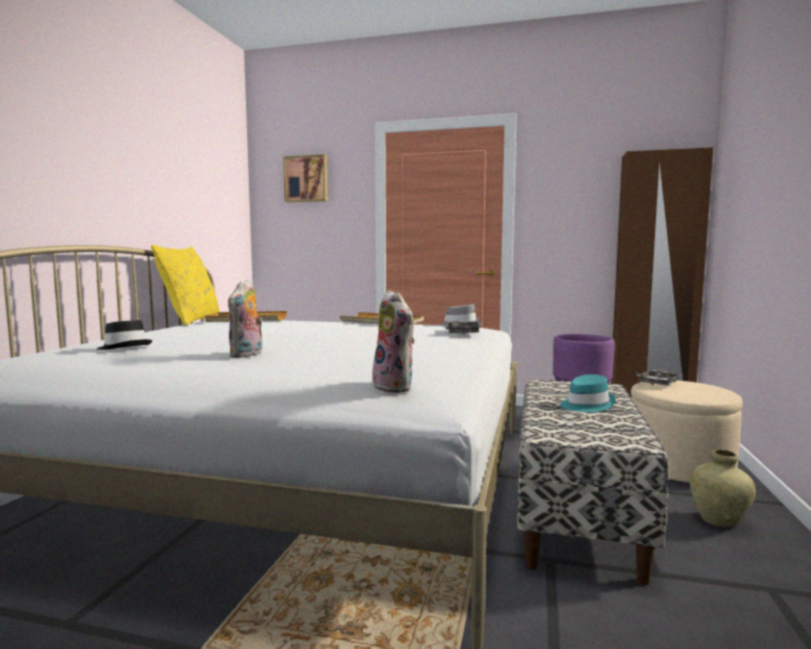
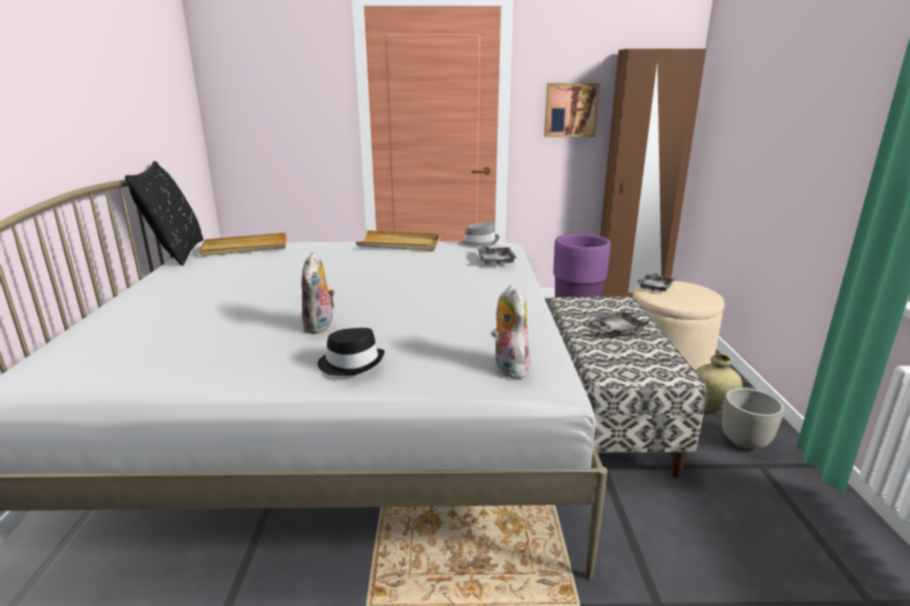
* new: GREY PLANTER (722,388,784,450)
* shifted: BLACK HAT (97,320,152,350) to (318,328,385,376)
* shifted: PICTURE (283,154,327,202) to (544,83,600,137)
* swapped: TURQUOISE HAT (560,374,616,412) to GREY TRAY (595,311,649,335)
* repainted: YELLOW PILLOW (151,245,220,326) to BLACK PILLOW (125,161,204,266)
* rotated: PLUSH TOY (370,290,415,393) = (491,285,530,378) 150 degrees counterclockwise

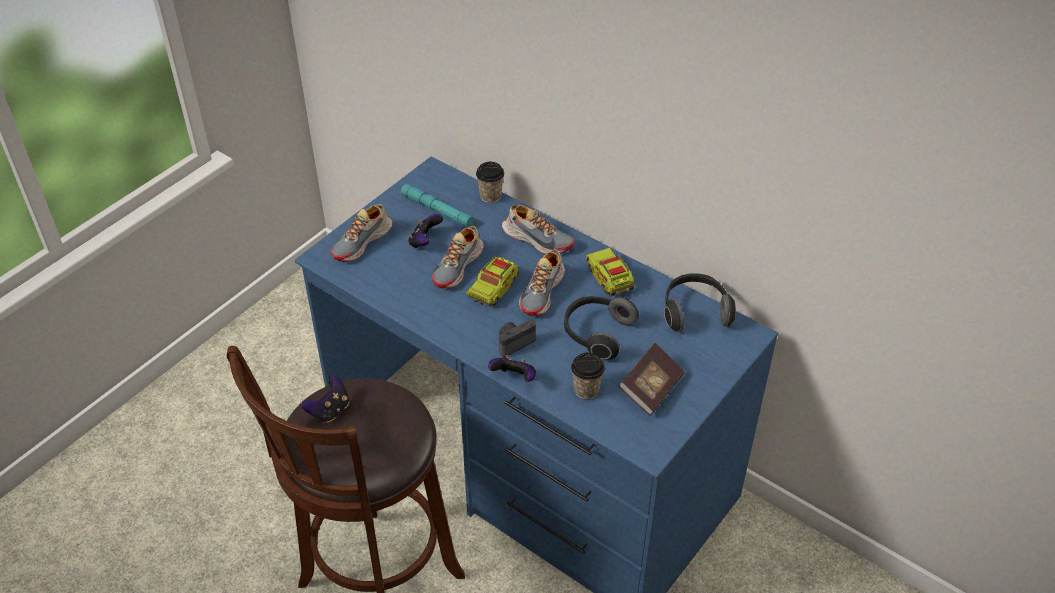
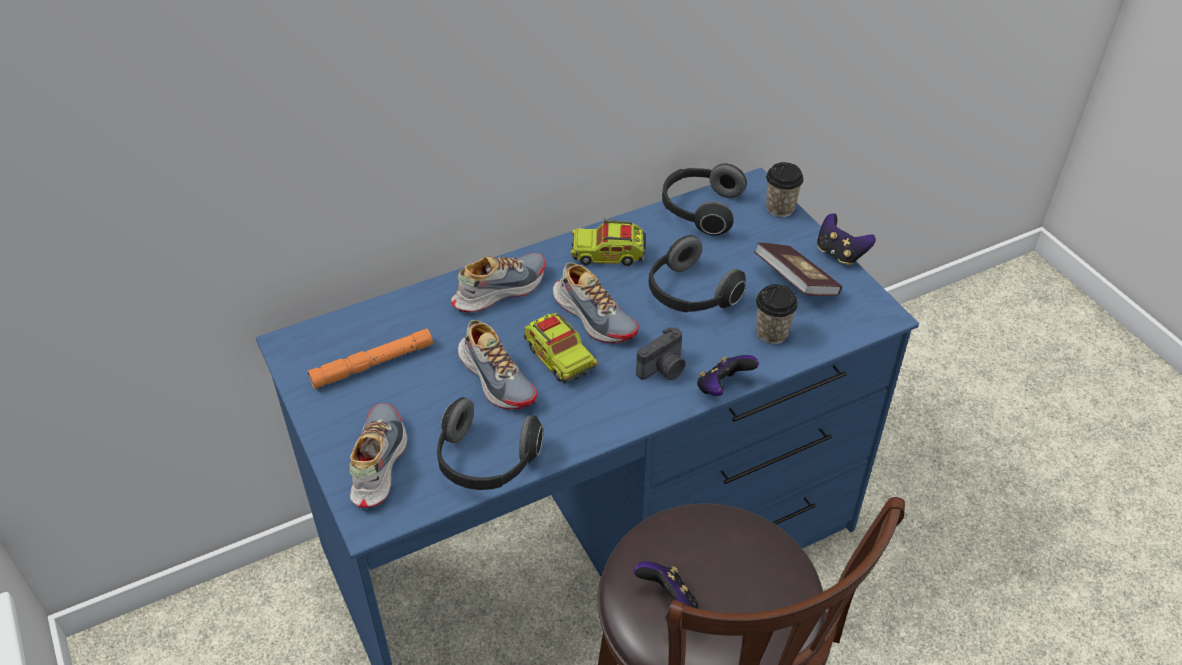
* new: HEADPHONES (437,397,543,490)
* shifted: GAME CONTROLLER (408,214,443,249) to (817,213,876,266)
* shifted: CUP (476,162,504,203) to (766,162,804,217)
* repainted: TURQUOISE FLASHLIGHT (401,183,473,228) to ORANGE FLASHLIGHT (307,328,433,389)
* rotated: SHOE (331,204,392,262) = (349,403,407,508) 150 degrees counterclockwise
* rotated: PHOTO CAMERA (499,320,536,357) = (636,327,686,380) 120 degrees counterclockwise

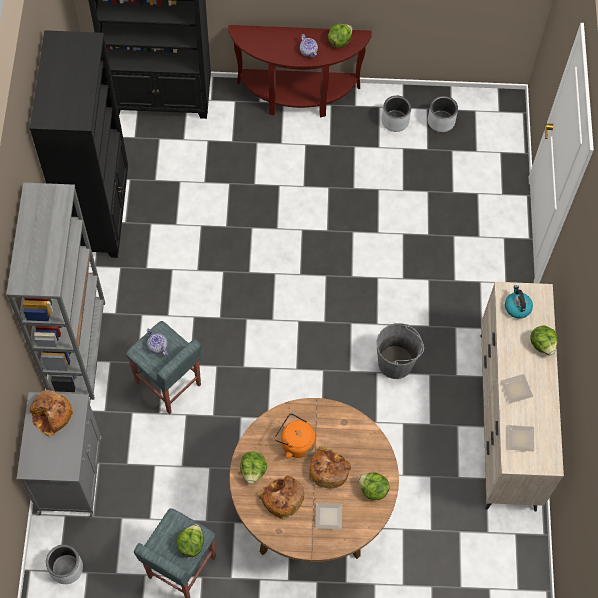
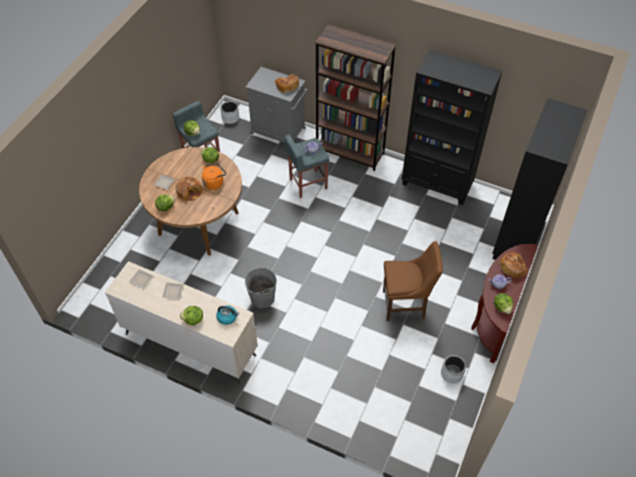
* gone: GREY PLANTER (428,96,458,132)
* new: BROWN CHAIR (383,241,443,321)
* shifted: BREAD (258,476,304,520) to (499,252,527,278)
* repainted: GREY BOOKCASE (6,182,105,400) to BROWN BOOKCASE (315,24,396,171)

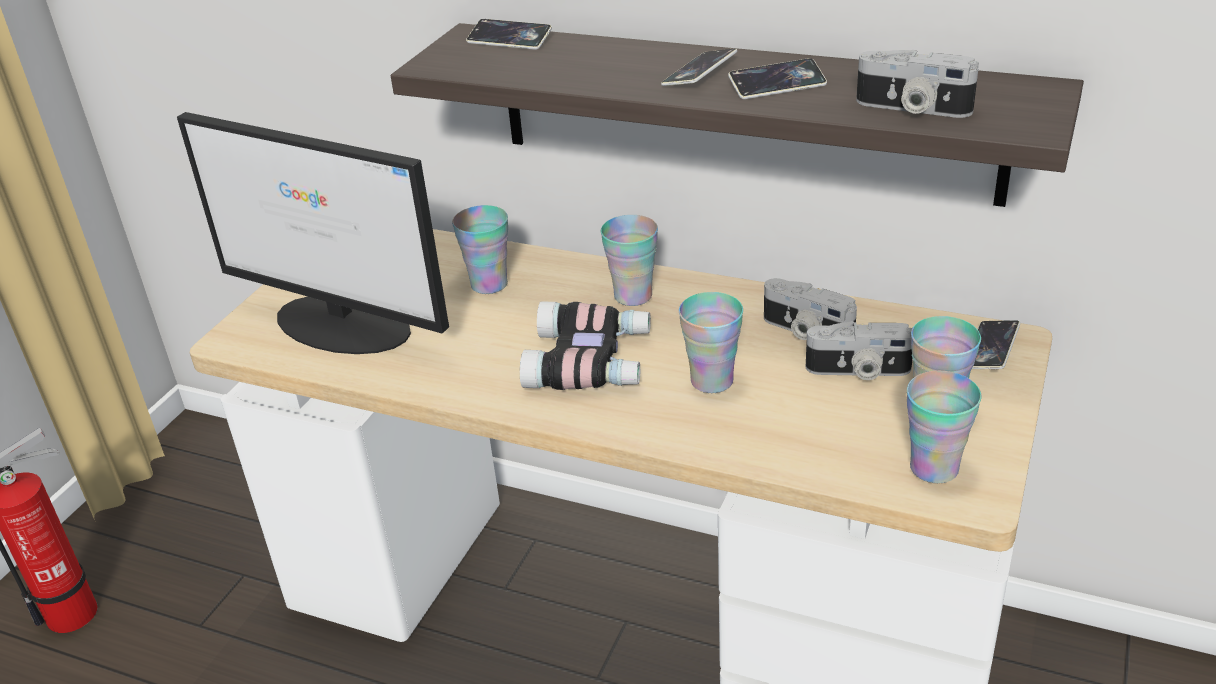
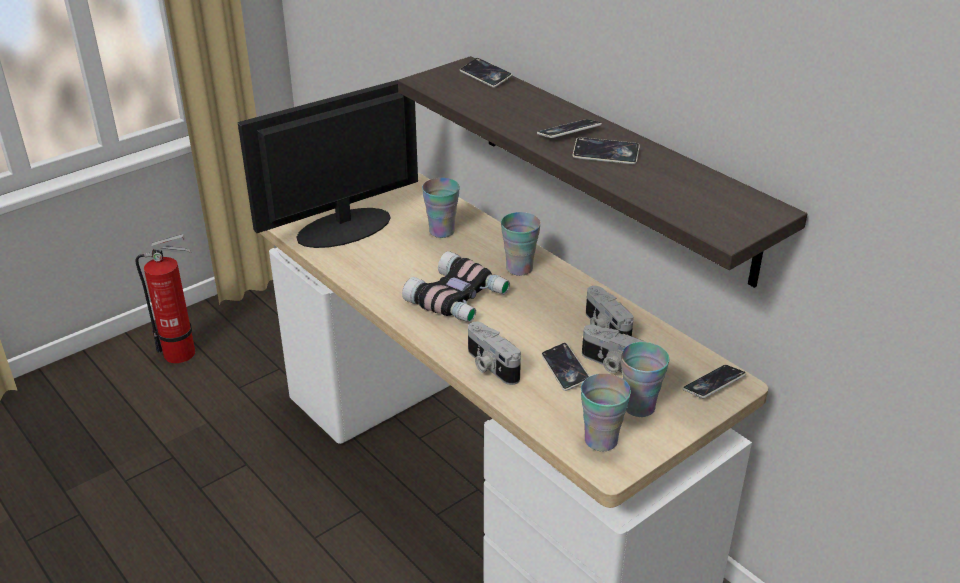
* gone: CUP (679,292,743,393)
* new: PHONE (541,343,589,391)
* shifted: PHOTO CAMERA (856,50,979,118) to (468,322,521,385)
* rotated: MONITOR (177,112,449,354) = (238,80,418,248) 90 degrees clockwise

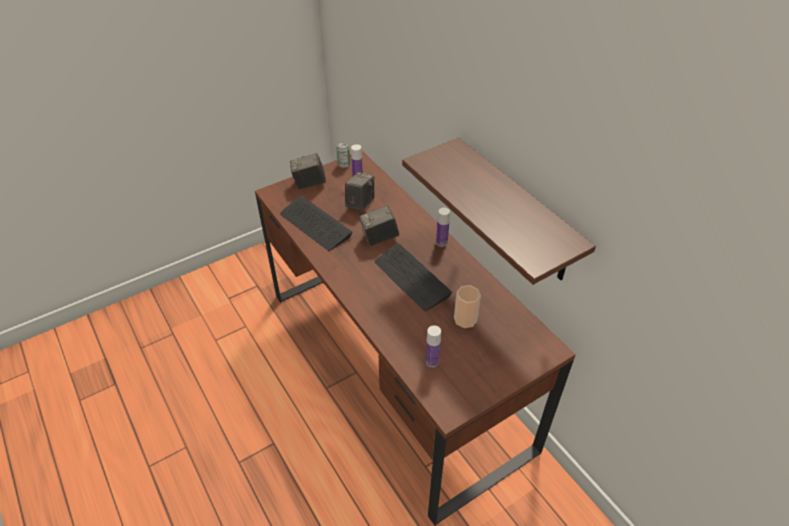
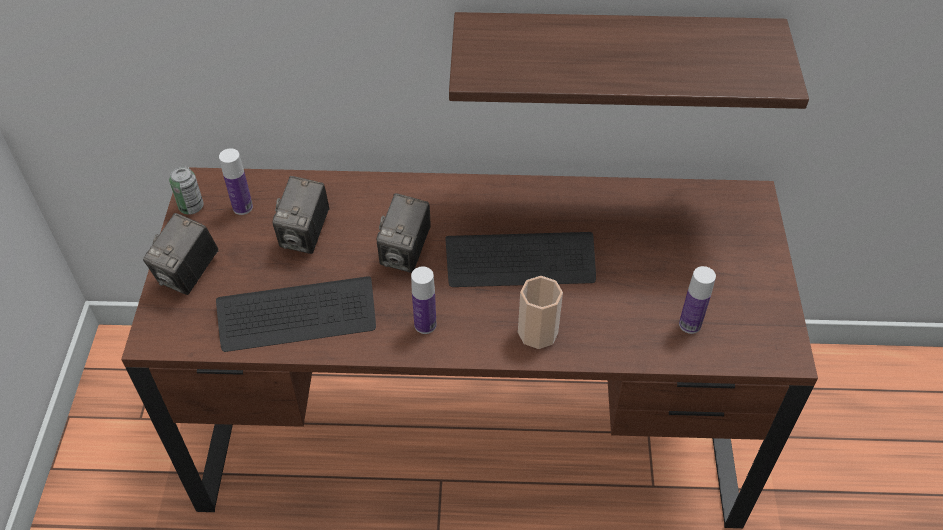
* shifted: BOTTLE (436,208,450,247) to (411,267,436,334)
* shifted: CUP (454,285,481,328) to (518,276,563,349)
* rotated: PHOTO CAMERA (345,172,374,211) = (273,176,329,254) 135 degrees counterclockwise

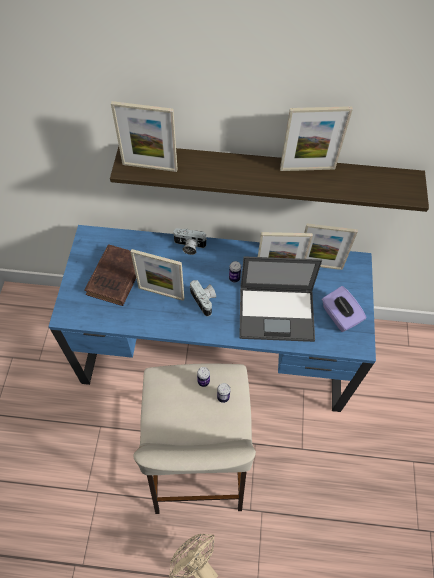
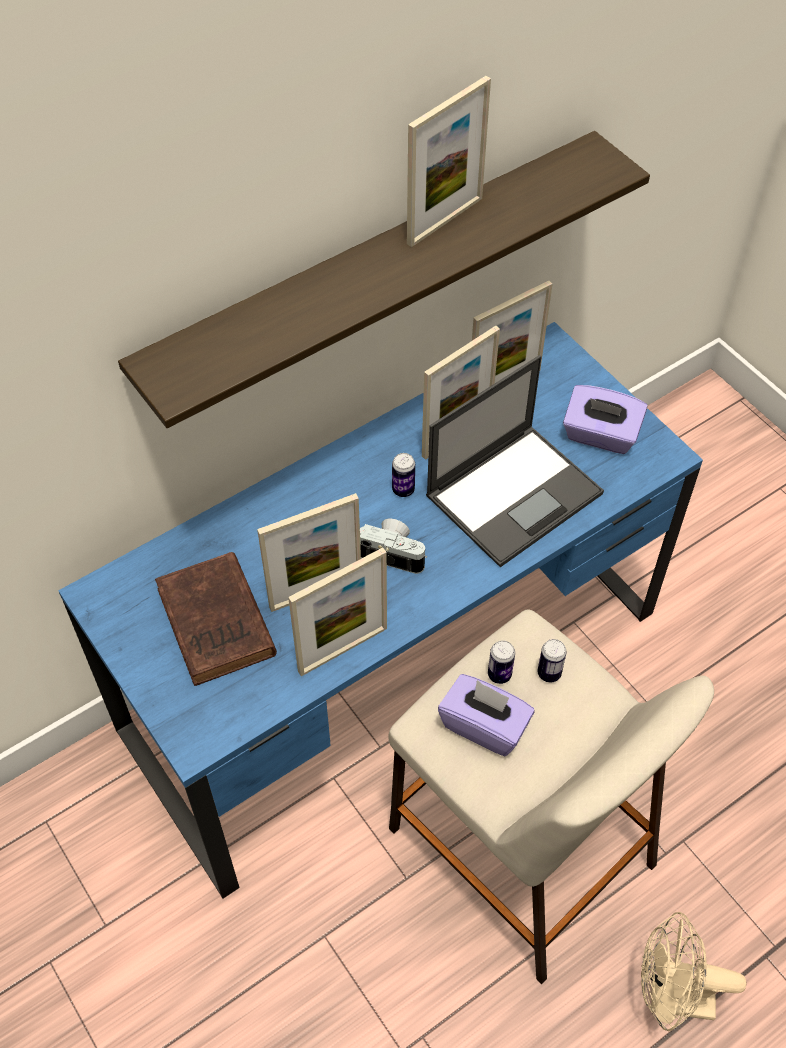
* gone: PHOTO CAMERA (173,228,207,255)
* new: PURPLE TISSUE BOX (438,674,535,756)
* shifted: PICTURE FRAME (111,101,178,172) to (288,547,387,676)

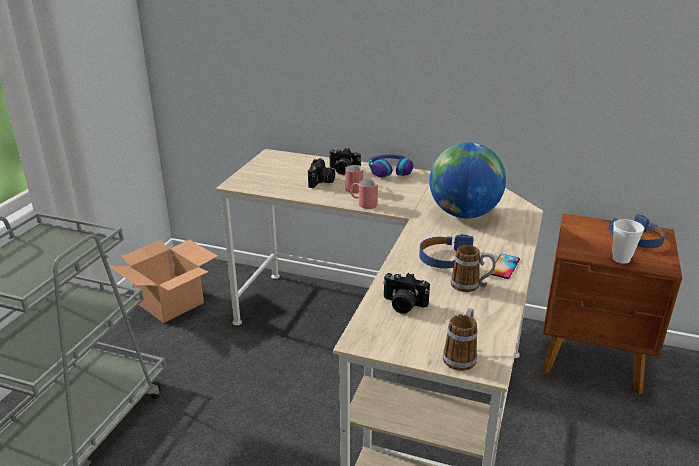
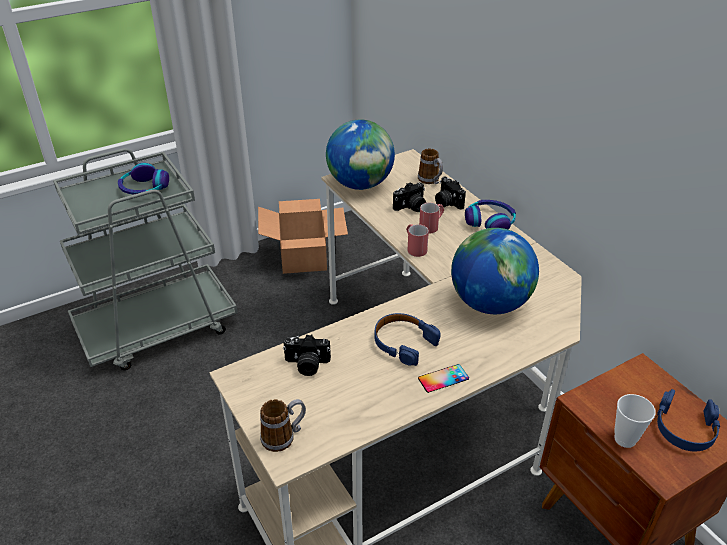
* new: HEADPHONES (118,163,169,195)
* new: GLOBE (326,119,395,190)
* shifted: MUG (451,245,496,292) to (418,148,443,184)
* rotated: PHOTO CAMERA (383,273,430,314) = (283,334,331,376) 60 degrees counterclockwise

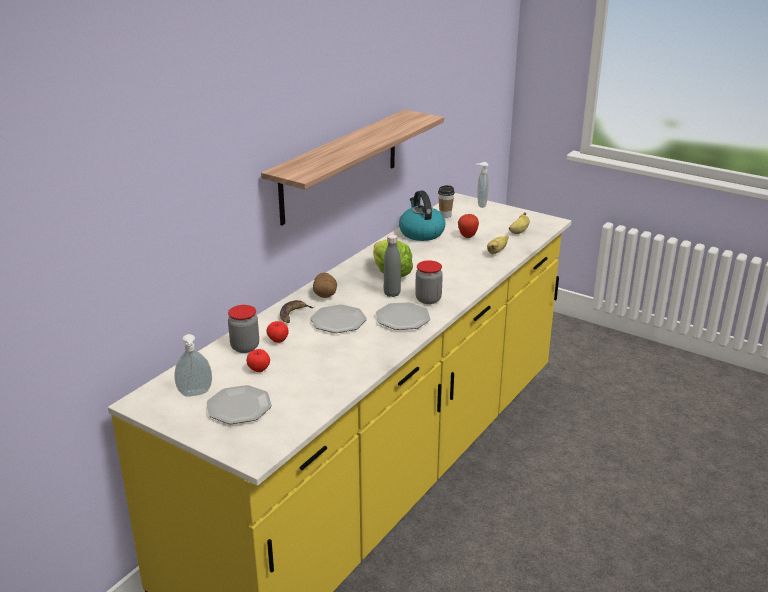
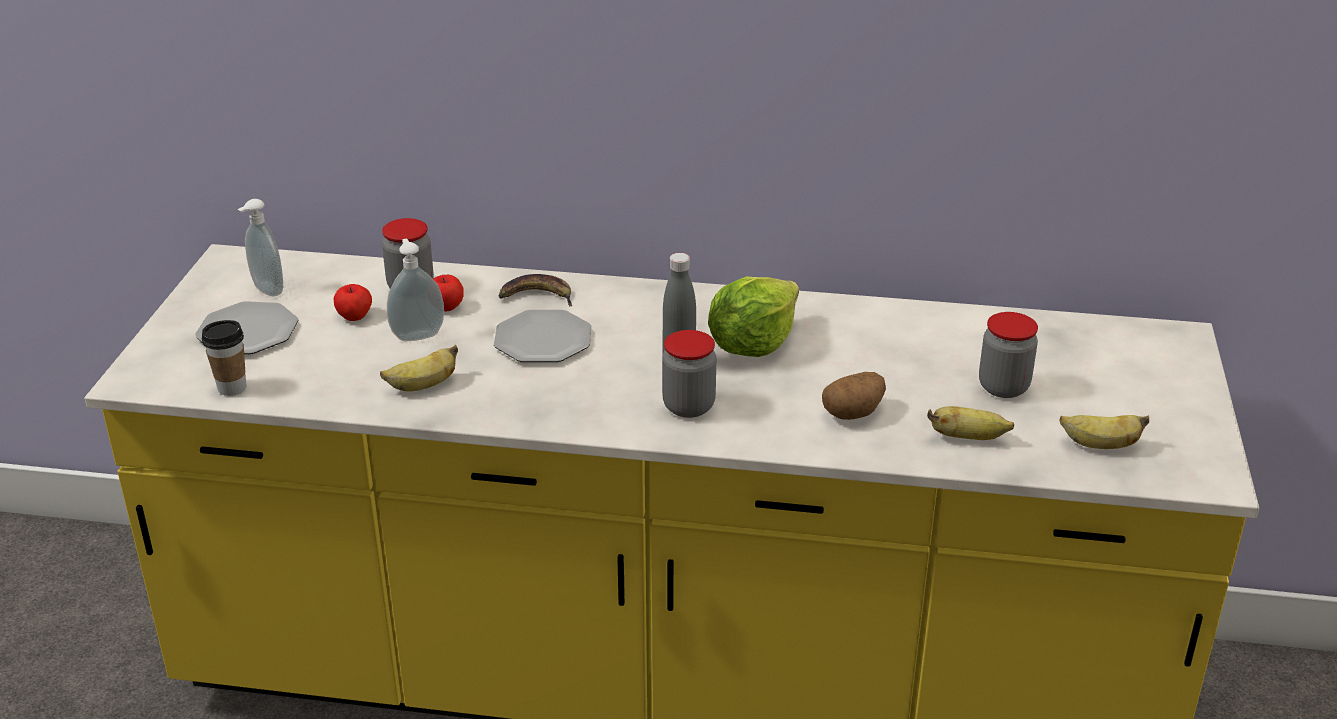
* gone: SHELF (261,110,444,226)
* gone: PLATE (376,302,430,330)
* gone: KETTLE (399,190,445,241)
* new: BANANA (380,345,458,391)
* shifted: POTATO (313,273,337,298) to (822,372,886,420)
* shifted: CUP (438,185,455,218) to (202,320,246,396)
* shifted: SOAP DISPENSER (476,162,489,208) to (387,239,444,341)
* swapped: APPLE (458,214,479,238) to JAR (979,312,1038,398)

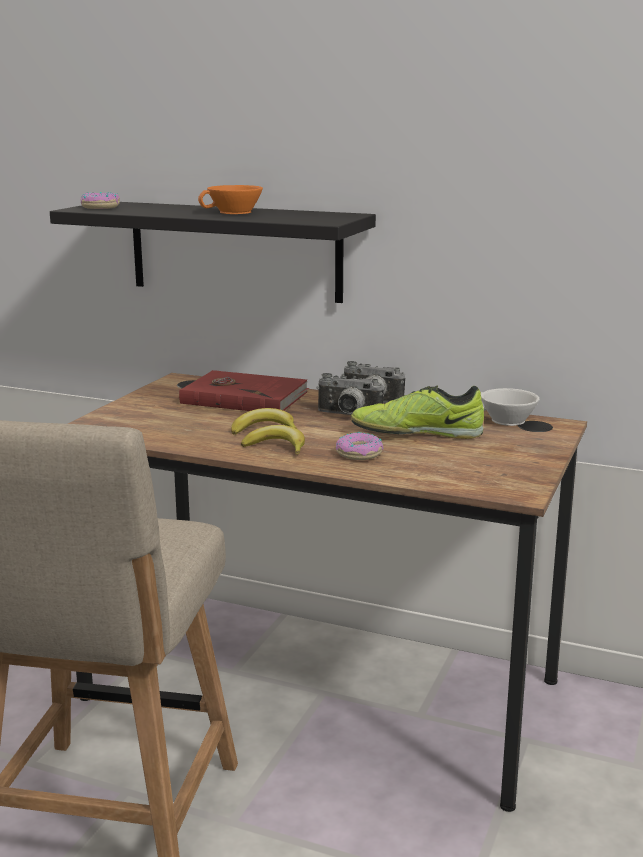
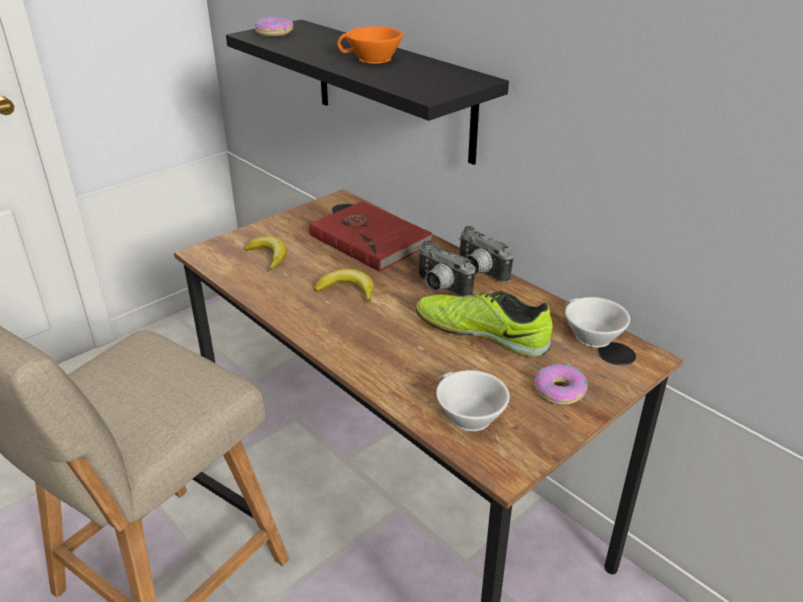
* new: WHITE CUP (436,370,510,431)
* shifted: BANANA (241,425,305,455) to (244,236,287,271)
* shifted: DONUT (336,432,383,460) to (533,363,588,405)

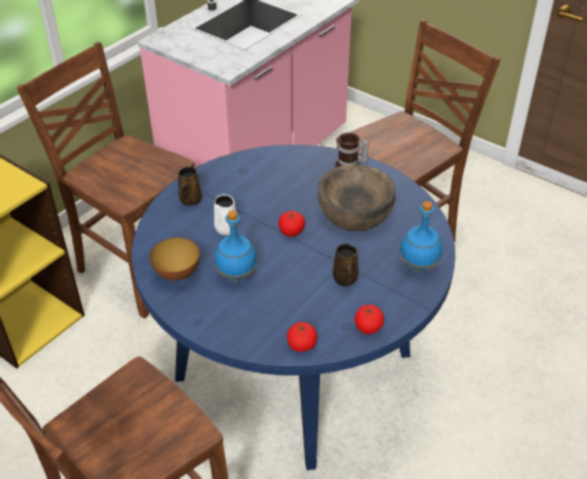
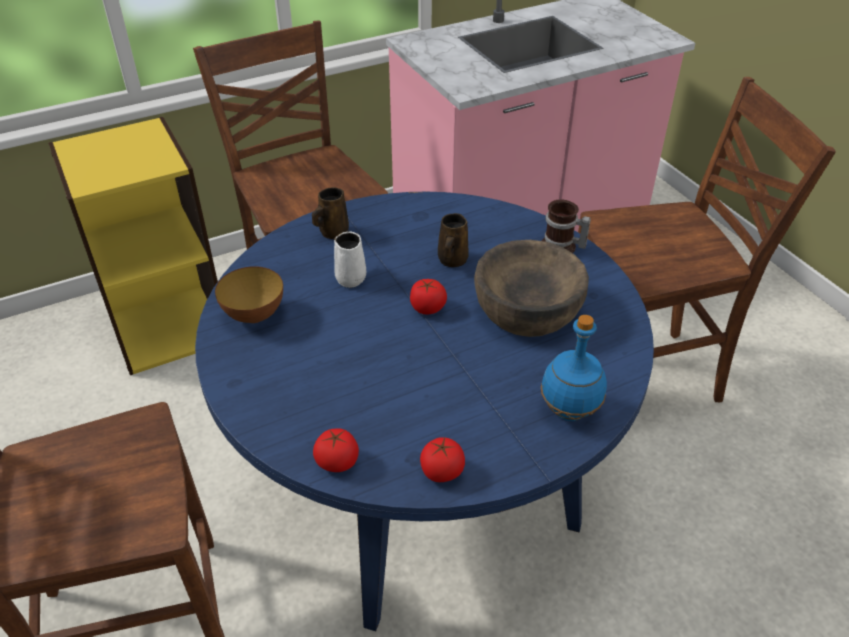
* gone: BLUE BOTTLE (215,211,257,283)
* shifted: BROWN MUG (333,243,358,286) to (438,213,469,267)

